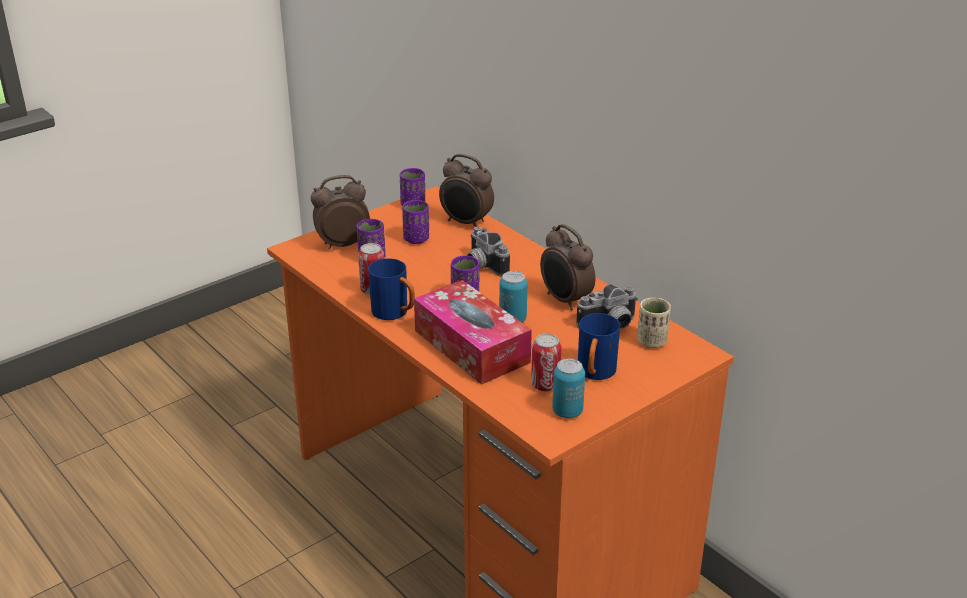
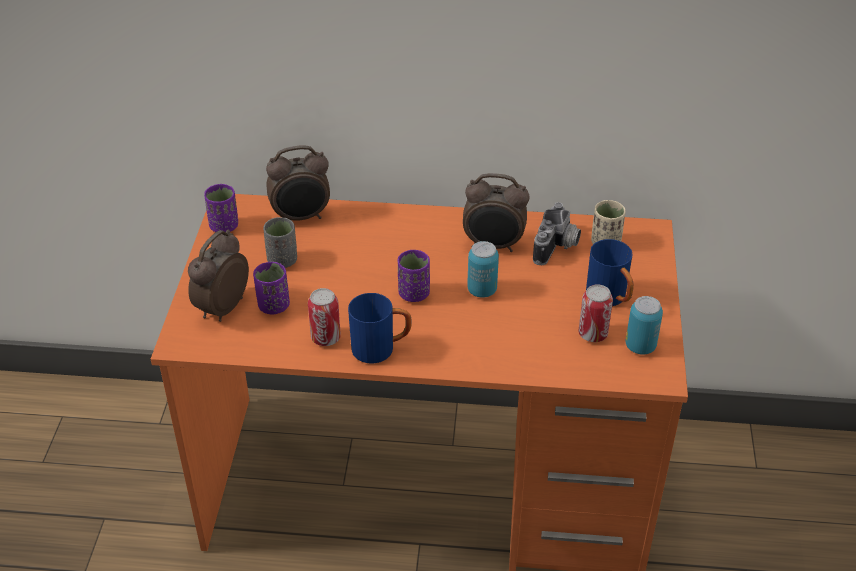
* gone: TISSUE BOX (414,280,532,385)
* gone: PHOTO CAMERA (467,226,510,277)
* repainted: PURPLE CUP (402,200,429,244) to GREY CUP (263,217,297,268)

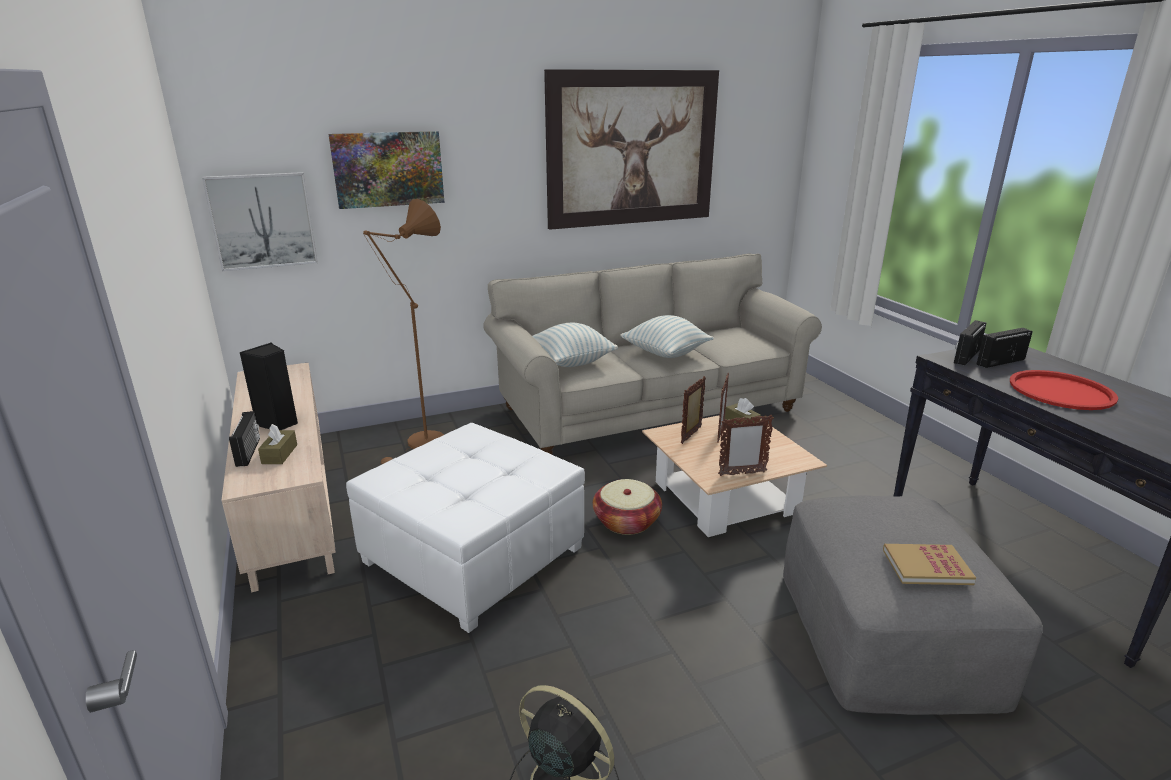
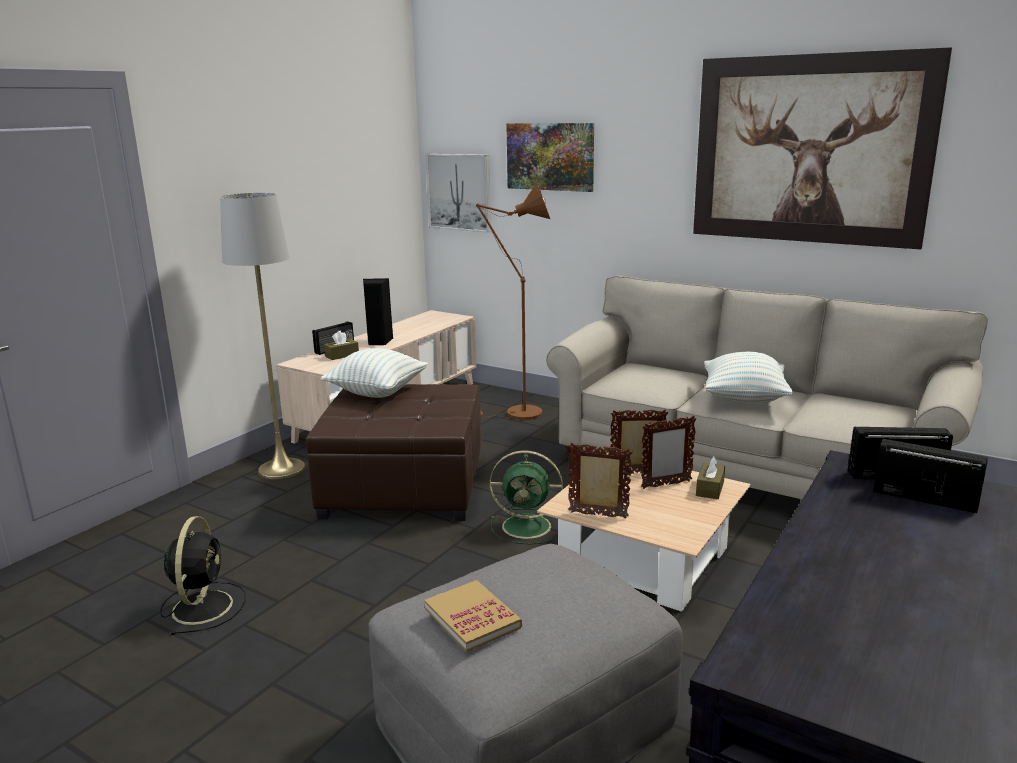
* gone: RED TRAY (1010,370,1119,410)
* new: GREY FLOOR LAMP (220,193,305,479)
* shifted: PILLOW (533,323,618,367) to (321,348,428,398)
* swapped: BASKET (593,479,662,535) to GREEN FAN (490,450,563,544)
* repainted: WHITE OTTOMAN (346,423,585,633) to BROWN OTTOMAN (306,384,481,521)
* rotated: PICTURE FRAME (718,414,774,476) = (568,443,633,519) 150 degrees clockwise

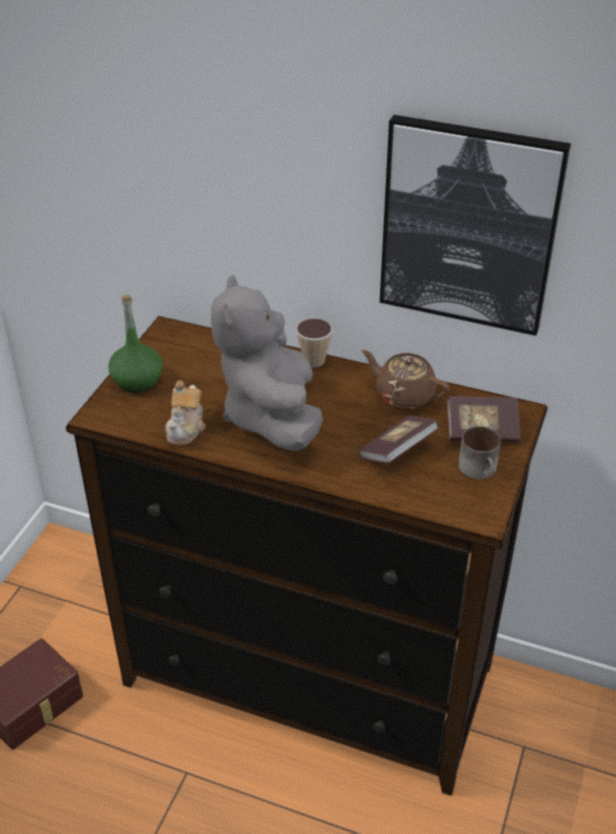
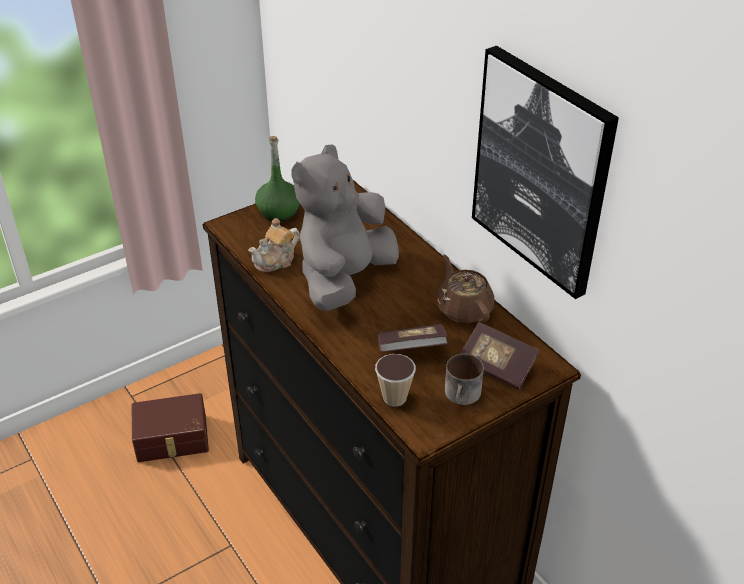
* shifted: CUP (296,318,333,367) to (375,354,416,407)

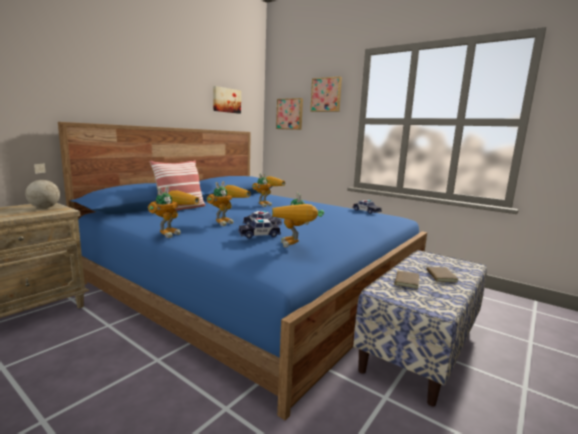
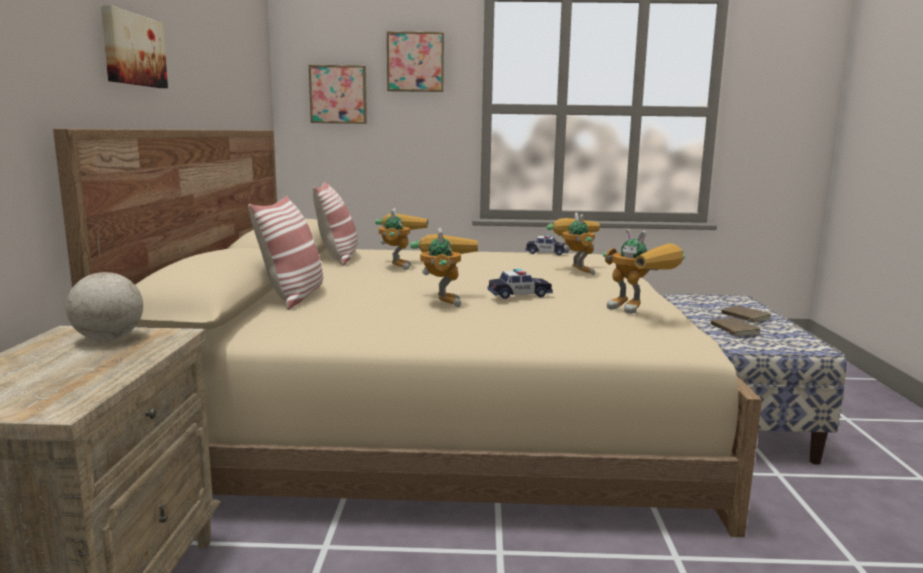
* gone: TOY CAR (238,218,281,239)
* new: PILLOW (313,182,357,266)
* shifted: TOY ROBOT (148,186,199,238) to (547,212,600,275)
* shifted: PICTURE (213,86,241,114) to (101,5,168,88)
* repainted: BLUE BED (58,122,427,420) to BEIGE BED (53,129,762,537)

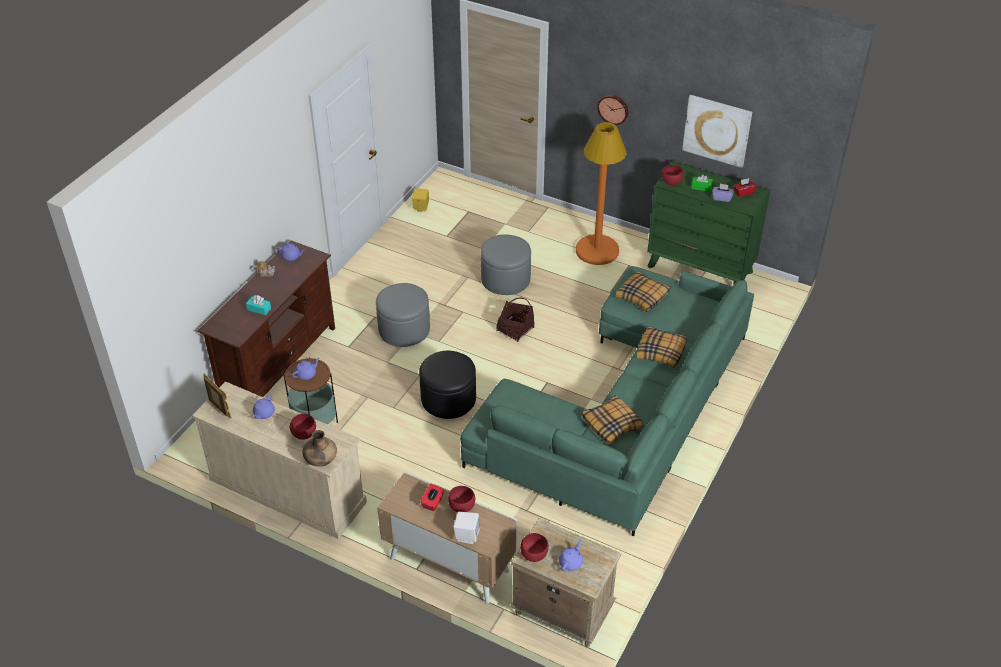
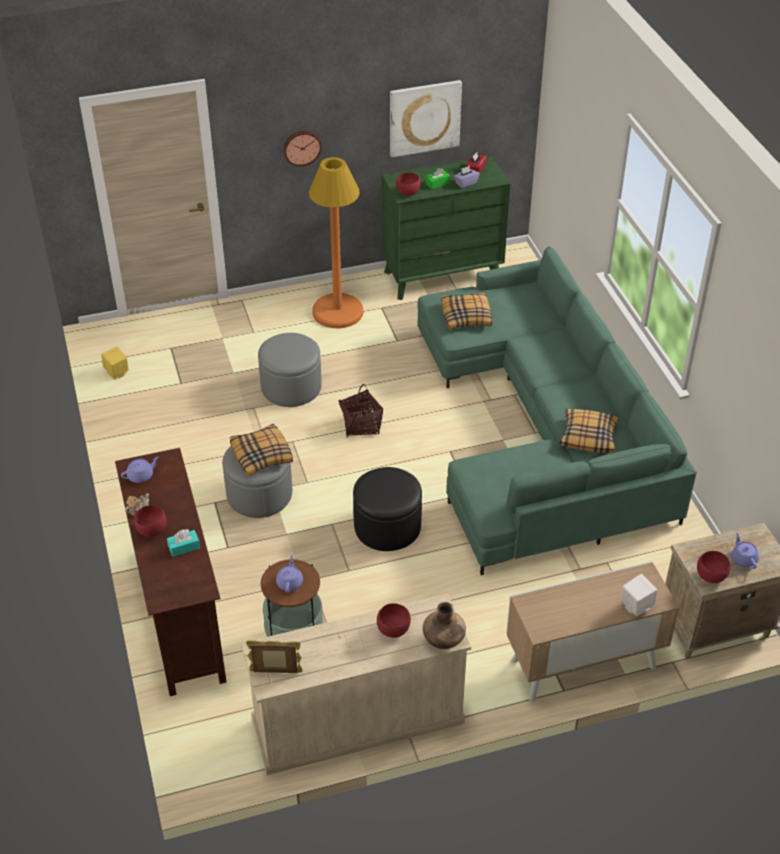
* gone: PURPLE TEAPOT (253,395,275,419)
* gone: RED TISSUE BOX (421,483,444,511)
* shifted: RED BOWL (448,486,475,512) to (134,505,167,537)
* shifted: PILLOW (637,326,687,368) to (230,424,293,476)

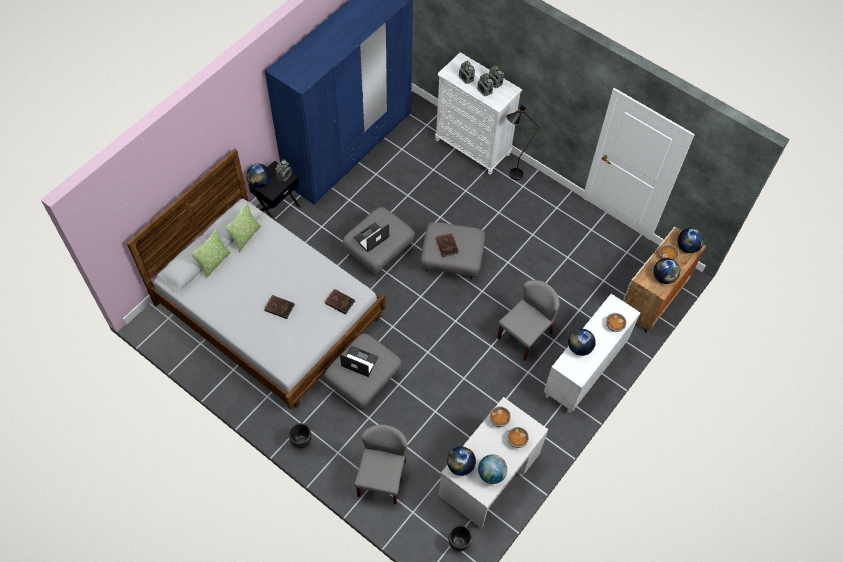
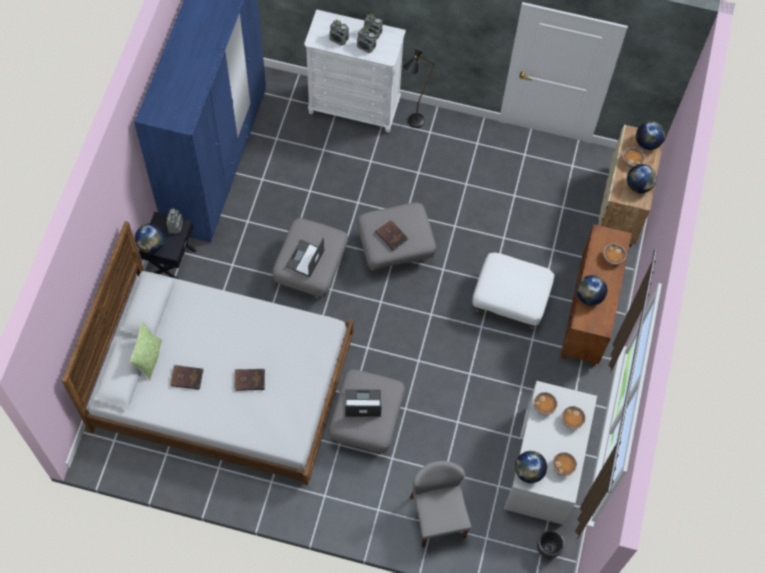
* gone: PILLOW (225,203,261,252)
* gone: BLACK PLANTER (289,423,311,449)
* shifted: BROWN BOOK (325,289,355,315) to (170,365,204,390)
* swapped: GLOBE (478,454,507,484) to BOWL (552,452,577,476)
* swapped: GREY CHAIR (498,280,560,360) to WHITE OTTOMAN (472,252,554,329)
* repainted: WHITE CABINET (544,294,640,414) to BROWN CABINET (561,224,632,366)

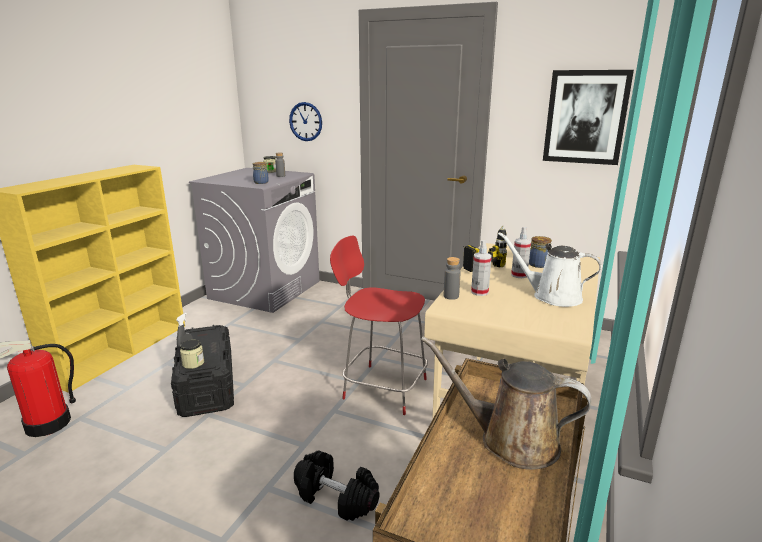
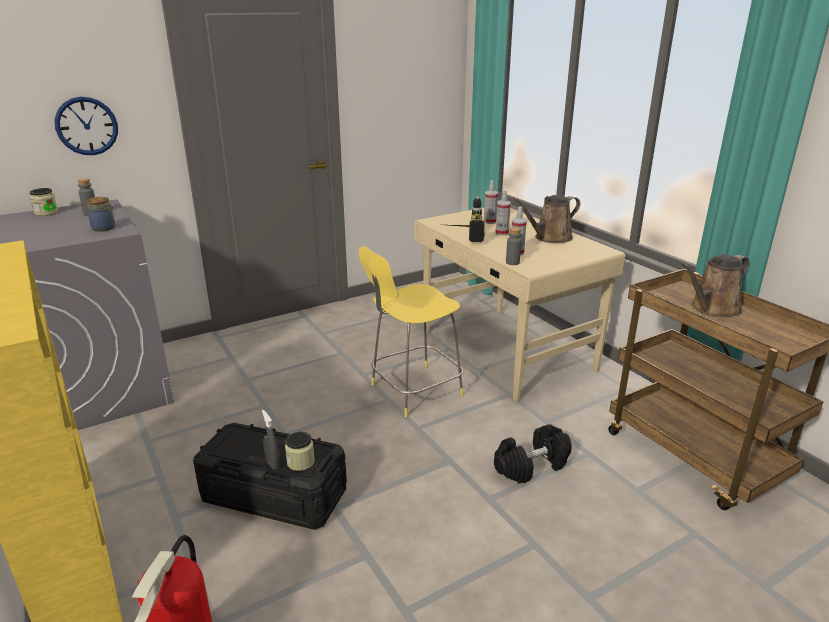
* gone: PICTURE (543,70,634,165)
* swapped: JAR (529,236,552,268) to SPRAY BOTTLE (484,180,498,224)
* repainted: RED STOOL (330,236,428,415) to YELLOW STOOL (359,246,464,417)
* repainted: WHITE WATERING CAN (498,232,602,307) to BROWN WATERING CAN (513,195,580,243)

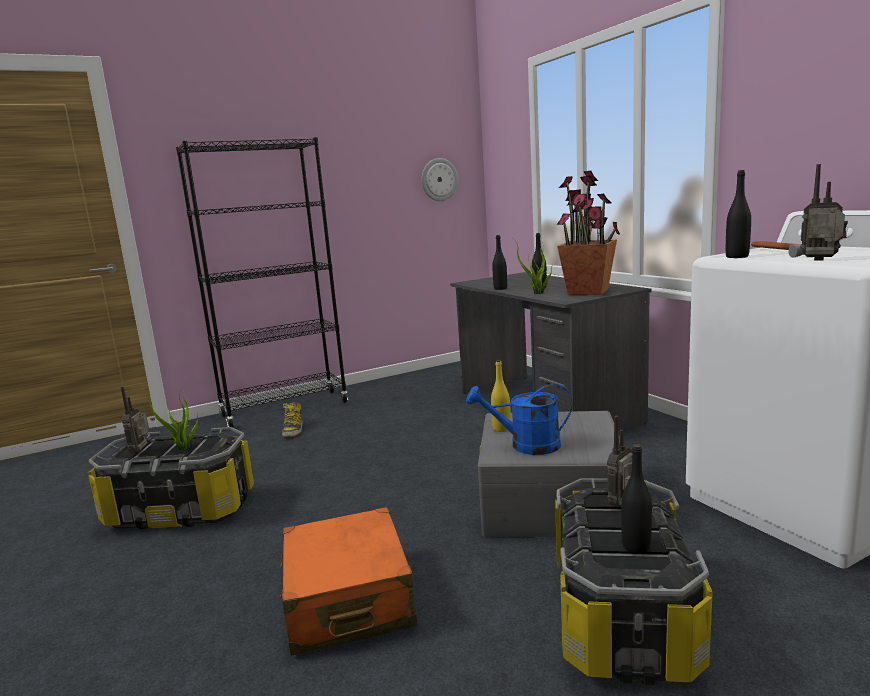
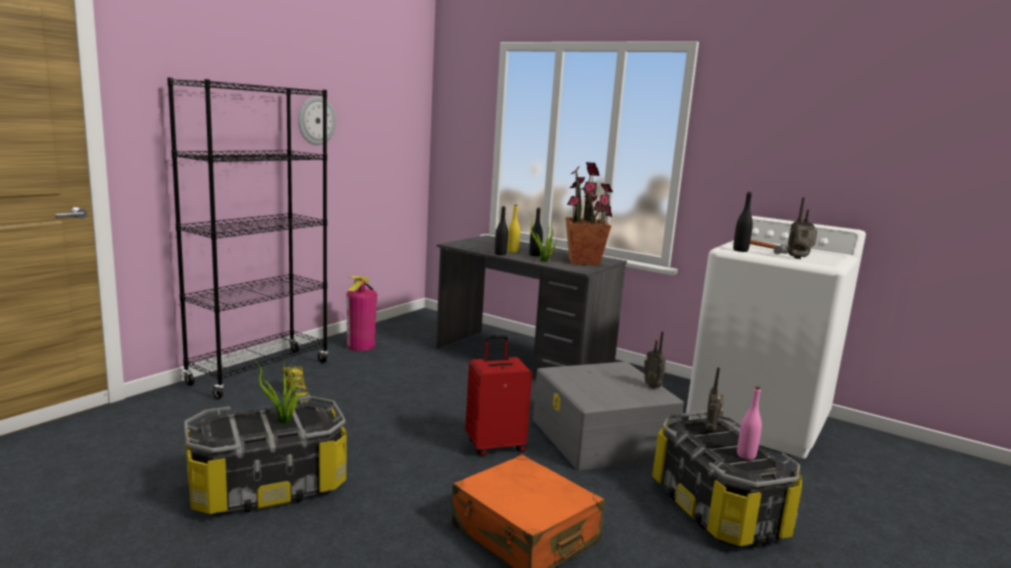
* gone: BLUE WATERING CAN (466,383,572,455)
* new: FIRE EXTINGUISHER (346,276,377,351)
* new: RED SUITCASE (465,335,532,456)
* shifted: RADIO (121,386,149,453) to (644,331,666,388)
* shifted: WALL CLOCK (421,158,458,201) to (298,96,336,145)
* shifted: YELLOW BOTTLE (491,360,511,432) to (507,205,520,253)
* repainted: BLACK BOTTLE (621,444,652,553) to PINK BOTTLE (737,386,762,460)

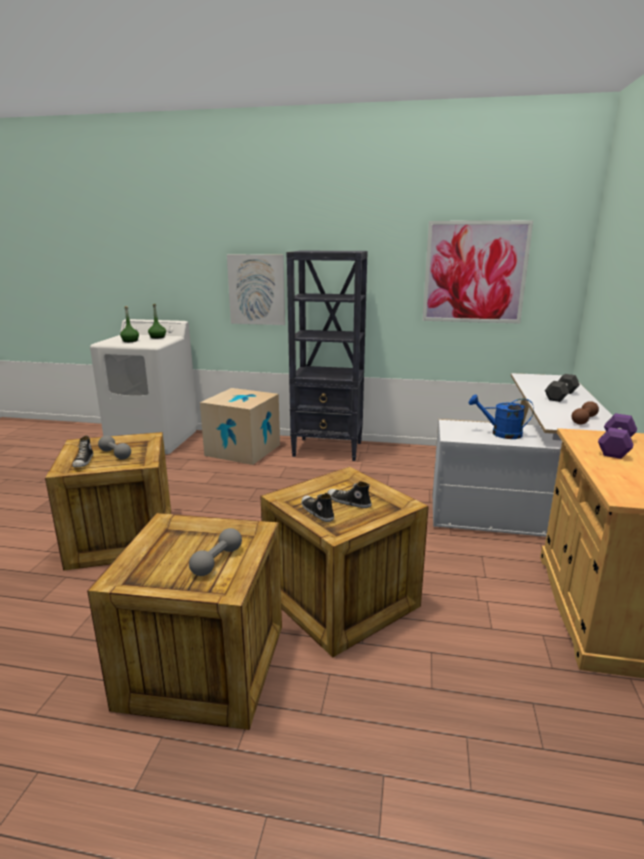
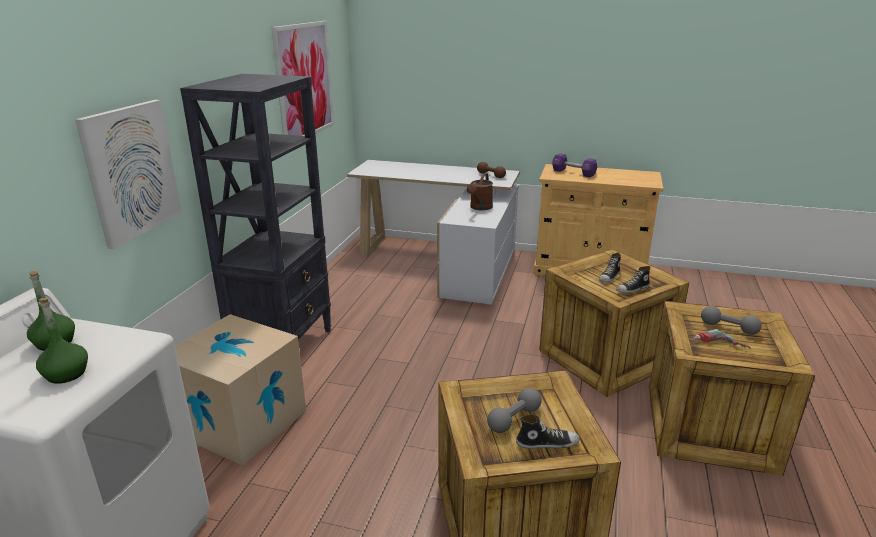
* gone: BLACK DUMBBELL (545,374,580,402)
* new: POWER DRILL (694,329,751,349)
* repainted: BLUE WATERING CAN (468,394,534,439) to BROWN WATERING CAN (467,173,493,210)

